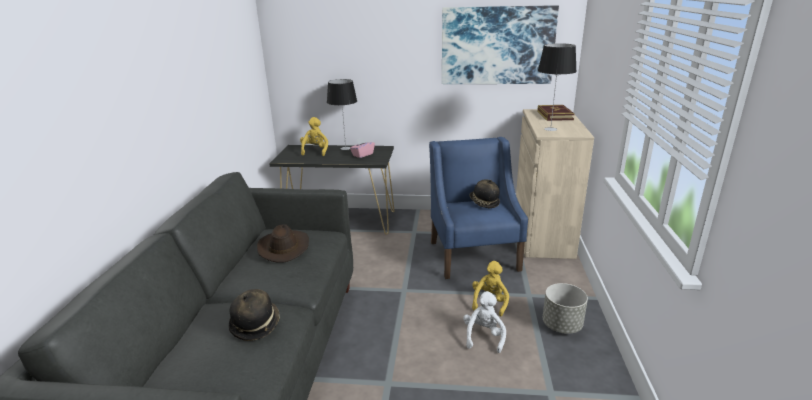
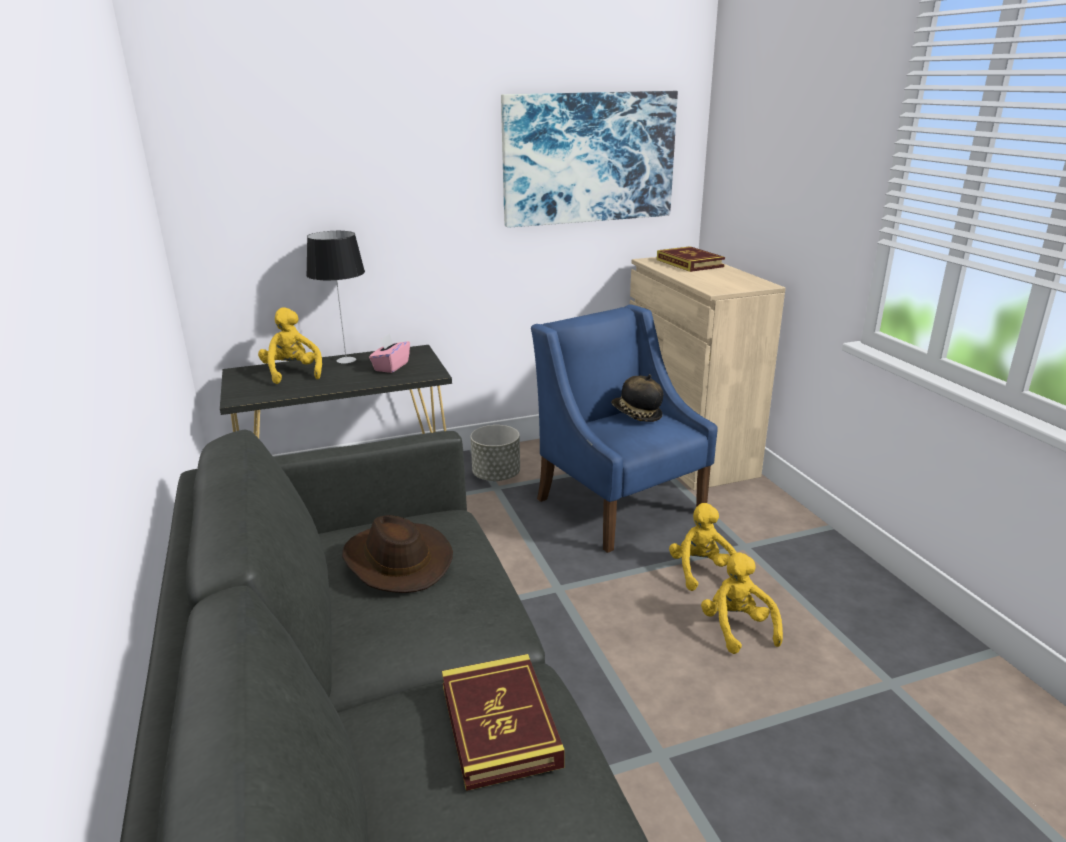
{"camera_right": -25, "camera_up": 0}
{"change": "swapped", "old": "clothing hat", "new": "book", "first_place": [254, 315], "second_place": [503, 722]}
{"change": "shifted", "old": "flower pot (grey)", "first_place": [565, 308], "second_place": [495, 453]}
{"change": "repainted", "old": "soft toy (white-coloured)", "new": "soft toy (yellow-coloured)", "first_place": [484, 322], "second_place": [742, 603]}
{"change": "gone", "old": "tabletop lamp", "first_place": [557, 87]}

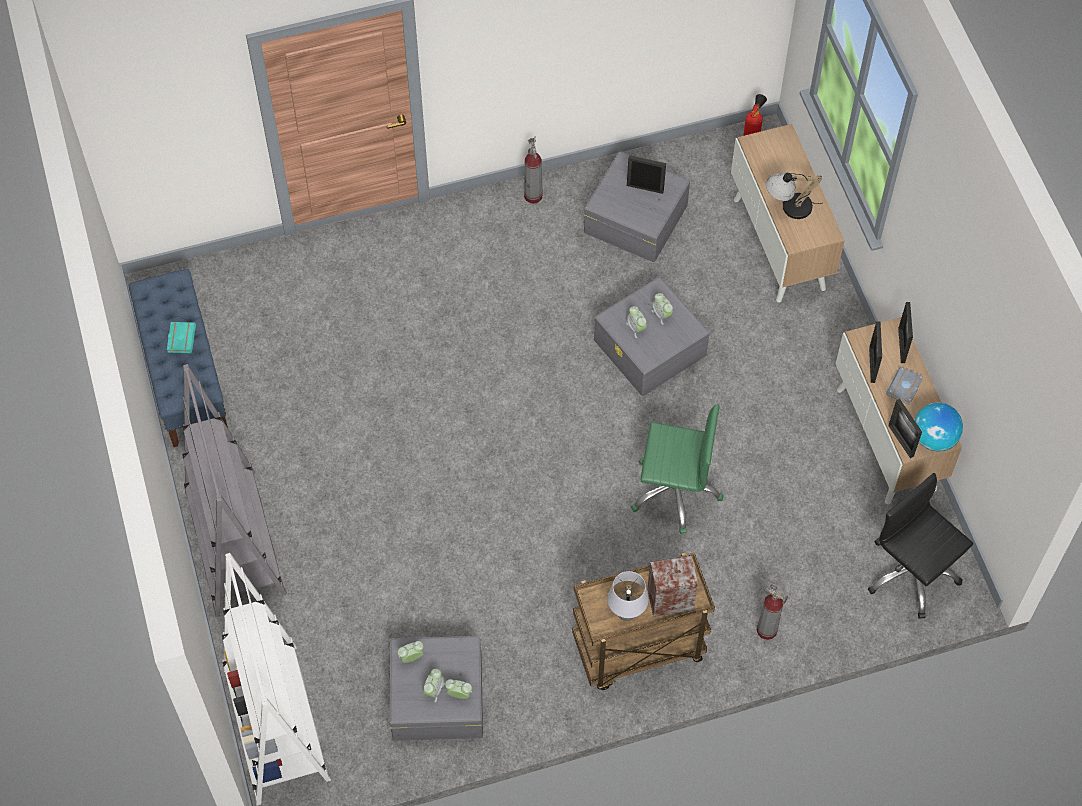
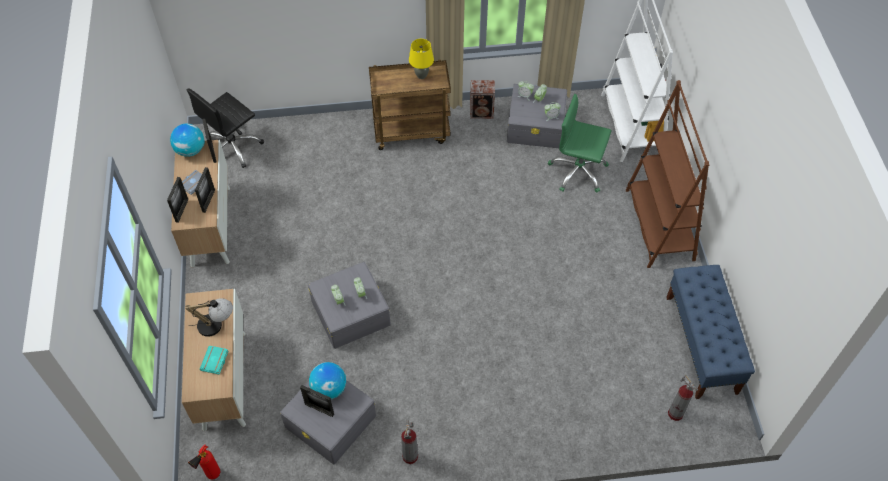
{"camera_right": -170, "camera_up": -5}
{"change": "rotated", "old": "desk chair (black)", "first_place": [920, 546], "second_place": [225, 128], "degrees": 75}
{"change": "shifted", "old": "book (blue-green)", "first_place": [181, 337], "second_place": [214, 360]}
{"change": "new", "new": "globe", "second_place": [327, 380]}
{"change": "repainted", "old": "tabletop lamp (grey)", "new": "tabletop lamp (yellow-coloured)", "first_place": [628, 596], "second_place": [421, 59]}
{"change": "shifted", "old": "speaker", "first_place": [672, 586], "second_place": [482, 99]}
{"change": "shifted", "old": "desk chair (green)", "first_place": [677, 469], "second_place": [580, 143]}
{"change": "repainted", "old": "bookshelf (grey)", "new": "bookshelf (brownish)", "first_place": [234, 490], "second_place": [667, 174]}
{"change": "shifted", "old": "fire-fighting cylinder", "first_place": [772, 612], "second_place": [683, 397]}

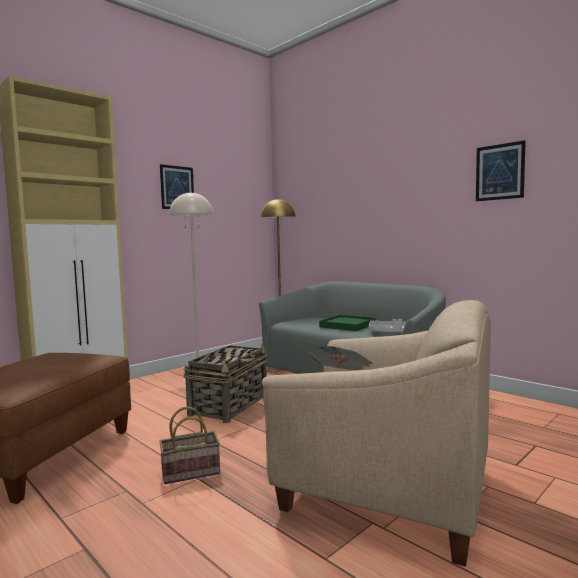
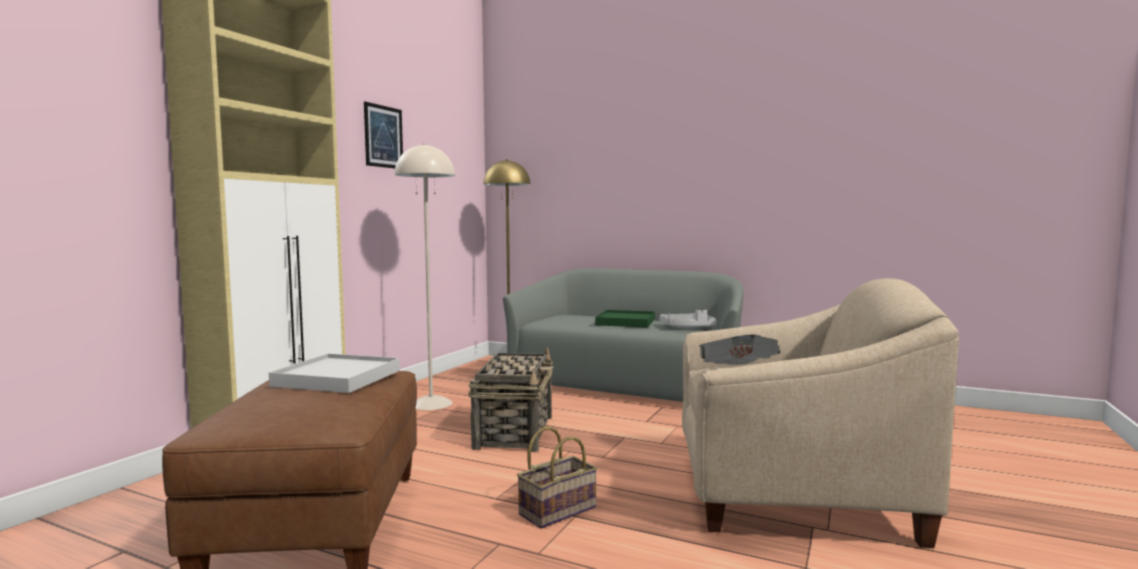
{"camera_right": -20, "camera_up": 0}
{"change": "new", "new": "tray (white-coloured)", "second_place": [334, 373]}
{"change": "gone", "old": "picture", "first_place": [501, 170]}

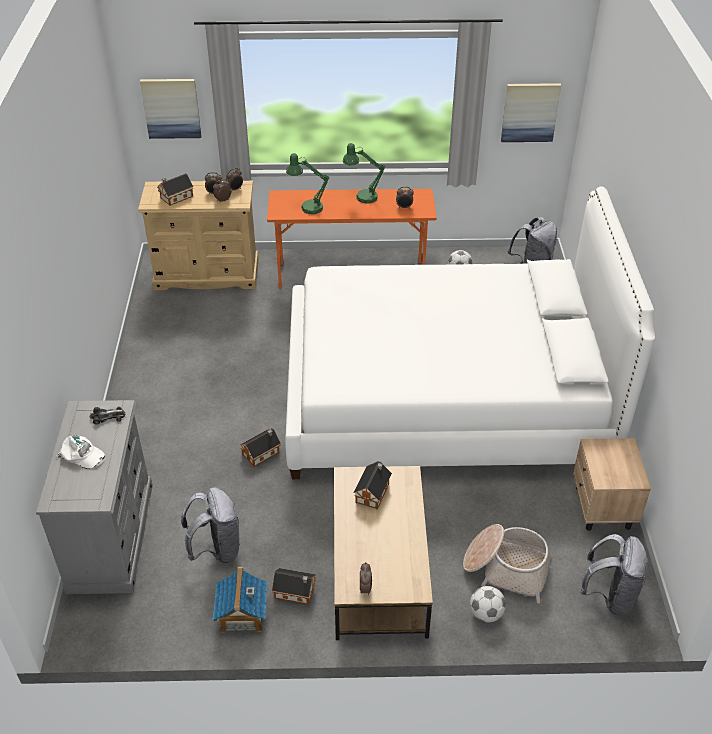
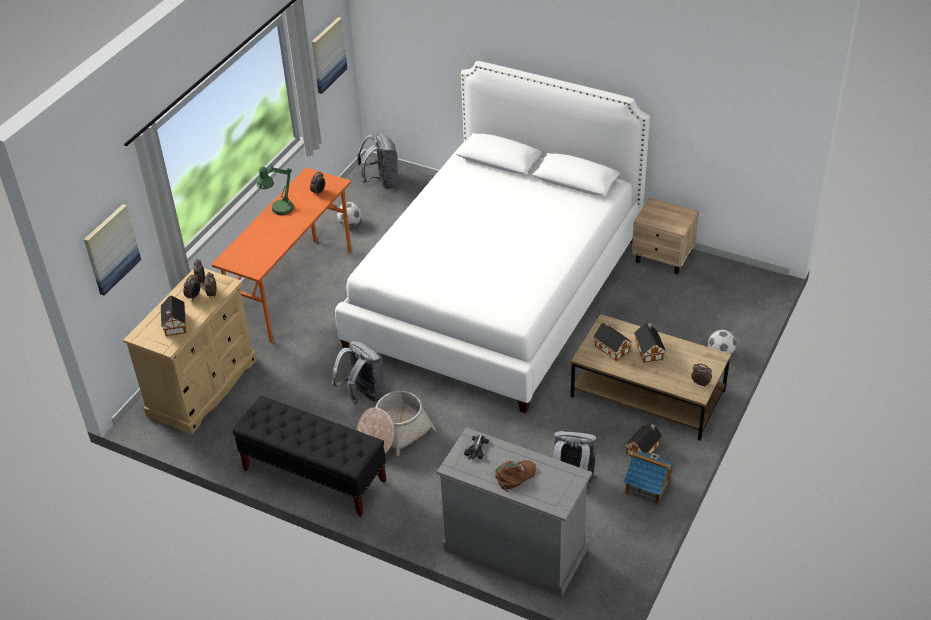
{"camera_right": -60, "camera_up": 0}
{"change": "new", "new": "bench (black)", "second_place": [309, 456]}
{"change": "shifted", "old": "rucksack (grey)", "first_place": [614, 574], "second_place": [358, 373]}
{"change": "shifted", "old": "household basket", "first_place": [507, 563], "second_place": [396, 423]}
{"change": "repainted", "old": "baseball cap (white-coloured)", "new": "baseball cap (brownish)", "first_place": [81, 452], "second_place": [515, 476]}
{"change": "shifted", "old": "model house", "first_place": [260, 447], "second_place": [650, 343]}
{"change": "gone", "old": "tabletop lamp (green)", "first_place": [307, 183]}

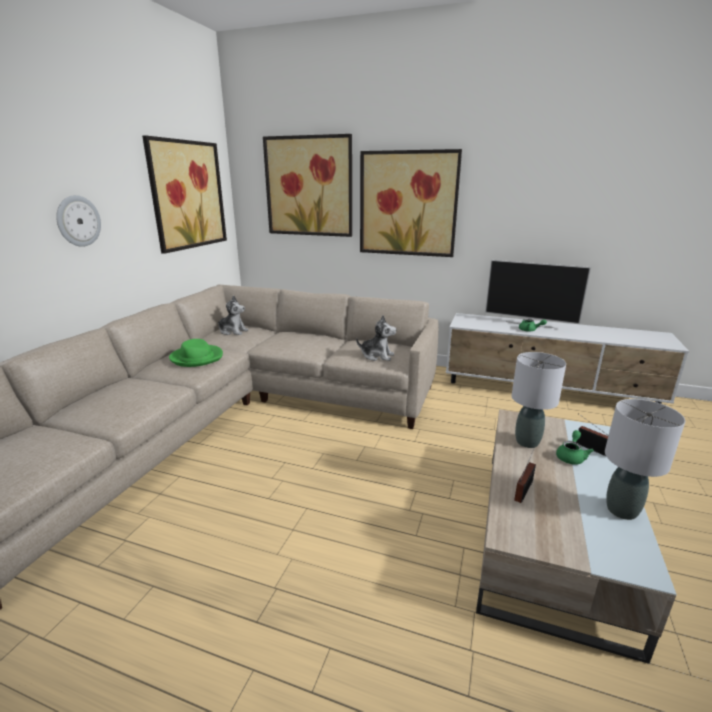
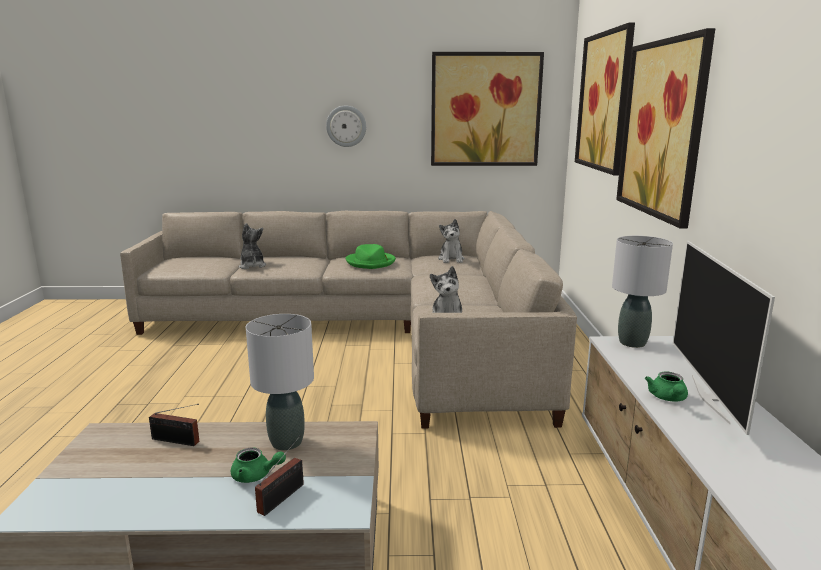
{"camera_right": 70, "camera_up": -5}
{"change": "new", "new": "soft toy", "second_place": [252, 246]}
{"change": "shifted", "old": "tabletop lamp (grey)", "first_place": [645, 459], "second_place": [642, 292]}

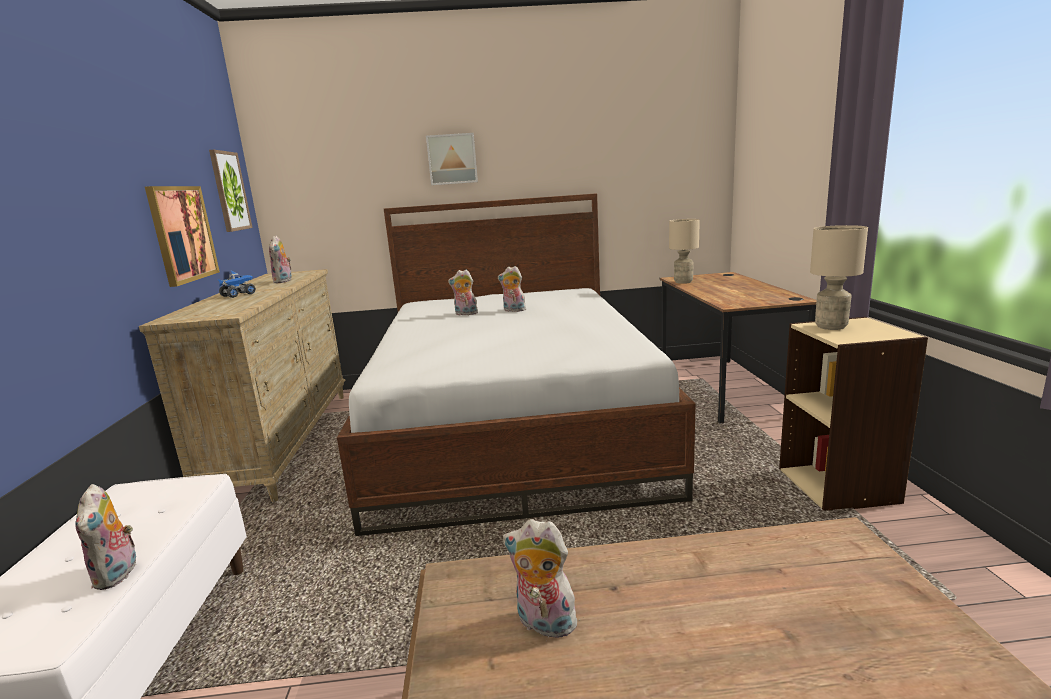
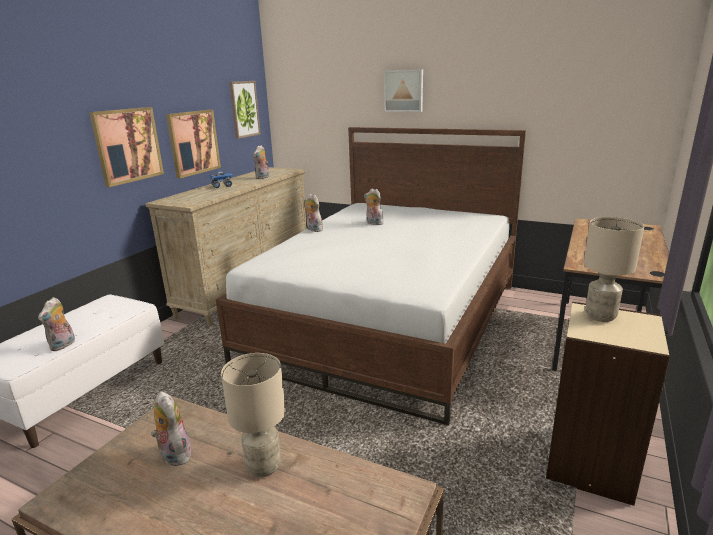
{"camera_right": 30, "camera_up": 5}
{"change": "new", "new": "picture", "second_place": [126, 147]}
{"change": "shifted", "old": "tabletop lamp (beige)", "first_place": [684, 251], "second_place": [253, 415]}
{"change": "shifted", "old": "soft toy", "first_place": [512, 289], "second_place": [314, 213]}

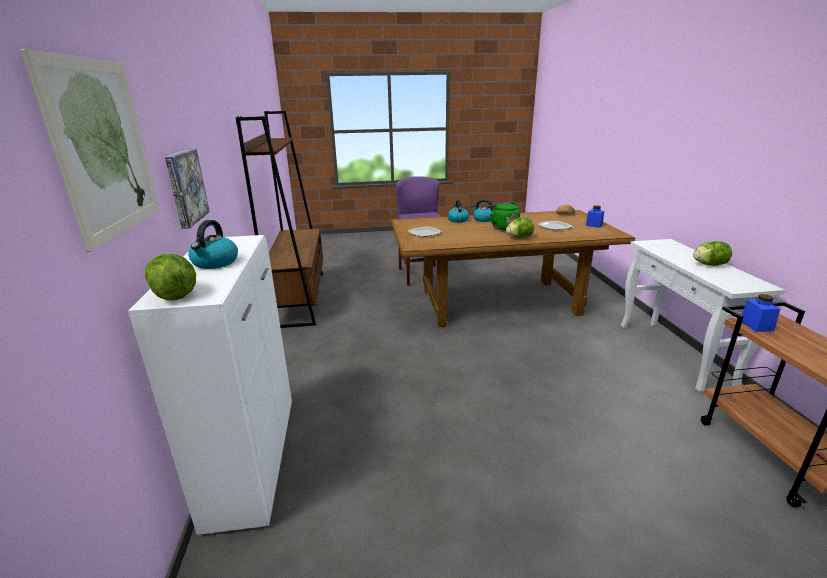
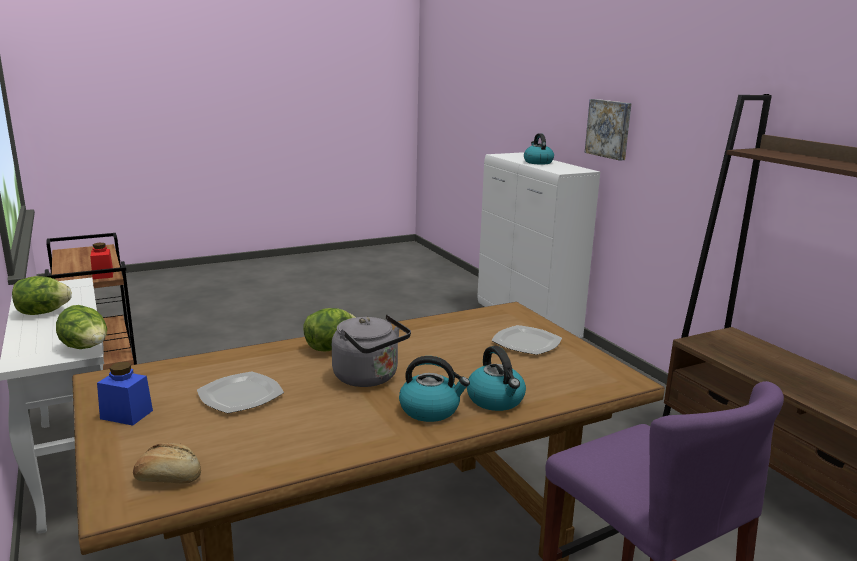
{"camera_right": 160, "camera_up": -5}
{"change": "shifted", "old": "head of lettuce", "first_place": [170, 277], "second_place": [81, 327]}
{"change": "repainted", "old": "jar (blue)", "new": "jar (red-coloured)", "first_place": [761, 313], "second_place": [101, 261]}
{"change": "repainted", "old": "water kettle (green)", "new": "water kettle (grey)", "first_place": [504, 216], "second_place": [371, 350]}
{"change": "gone", "old": "picture", "first_place": [89, 150]}

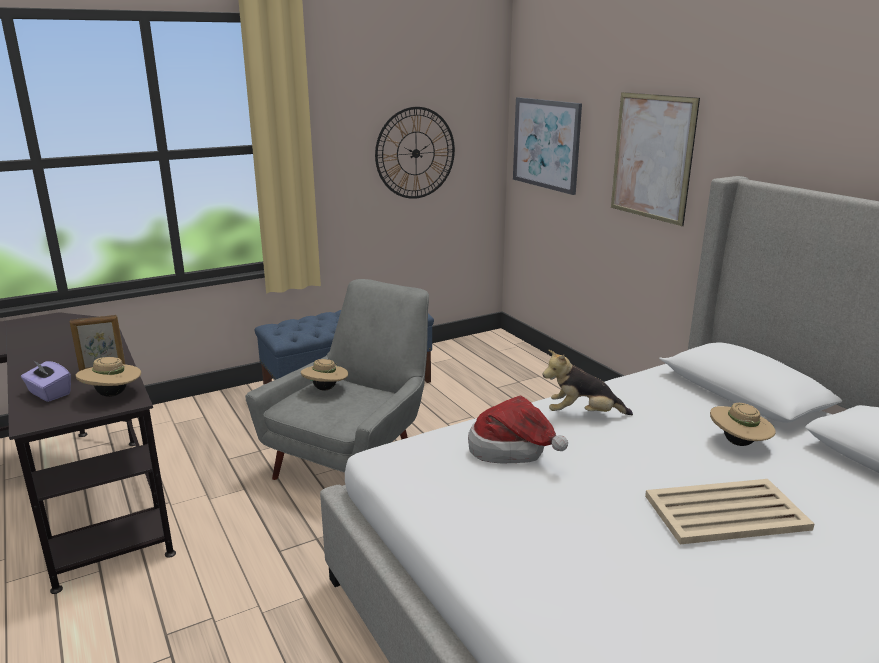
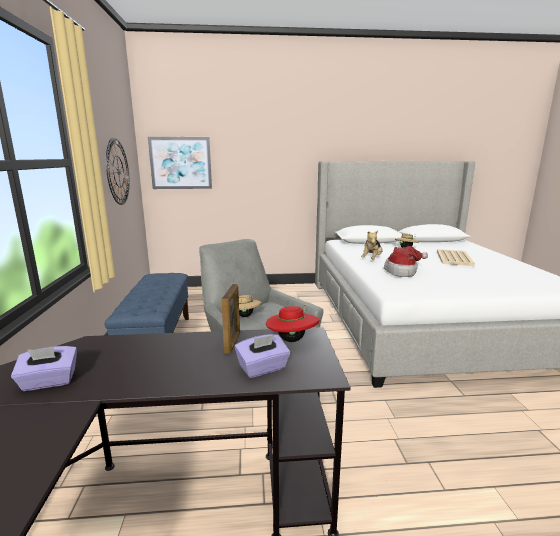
{"camera_right": -65, "camera_up": -5}
{"change": "new", "new": "tissue holder (purple-coloured)", "second_place": [44, 368]}
{"change": "repainted", "old": "clothing hat (beige)", "new": "clothing hat (red-coloured)", "first_place": [108, 377], "second_place": [292, 323]}
{"change": "gone", "old": "picture", "first_place": [655, 159]}

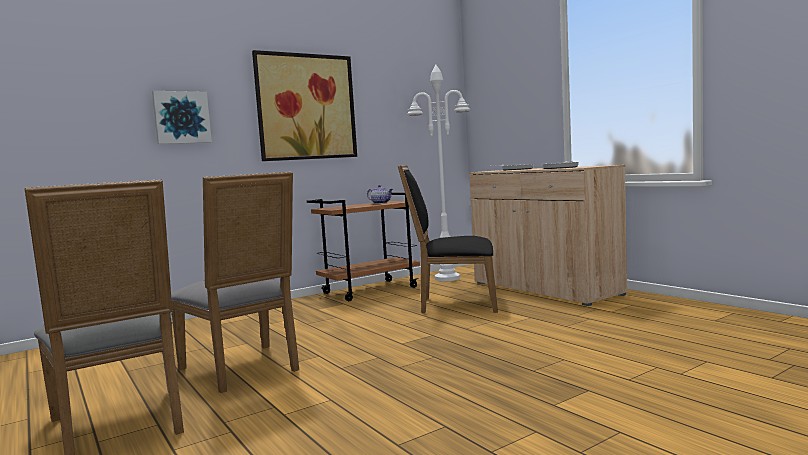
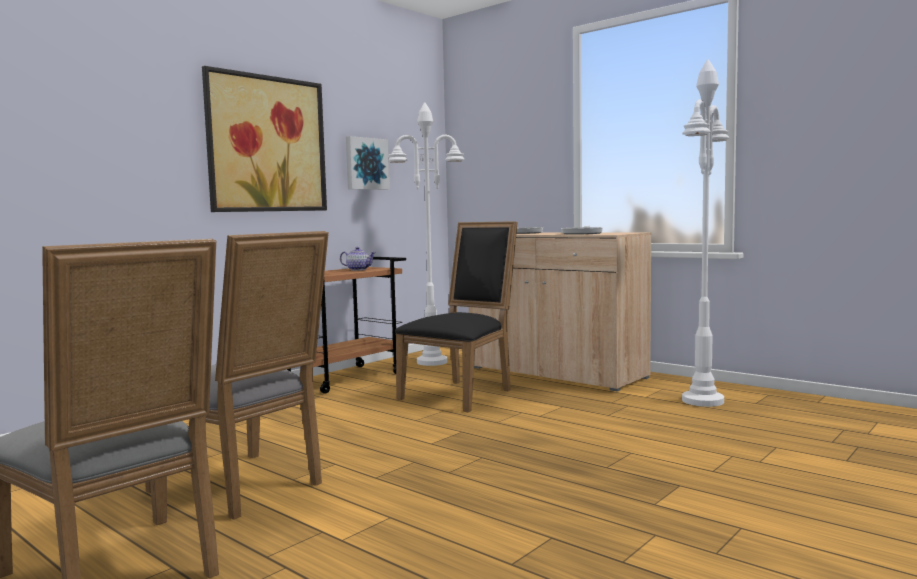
{"camera_right": -15, "camera_up": 0}
{"change": "shifted", "old": "picture", "first_place": [182, 117], "second_place": [368, 163]}
{"change": "rotated", "old": "plain chair (black)", "first_place": [448, 239], "second_place": [456, 316], "degrees": 135}
{"change": "new", "new": "standard lamp (white-coloured)", "second_place": [706, 233]}

